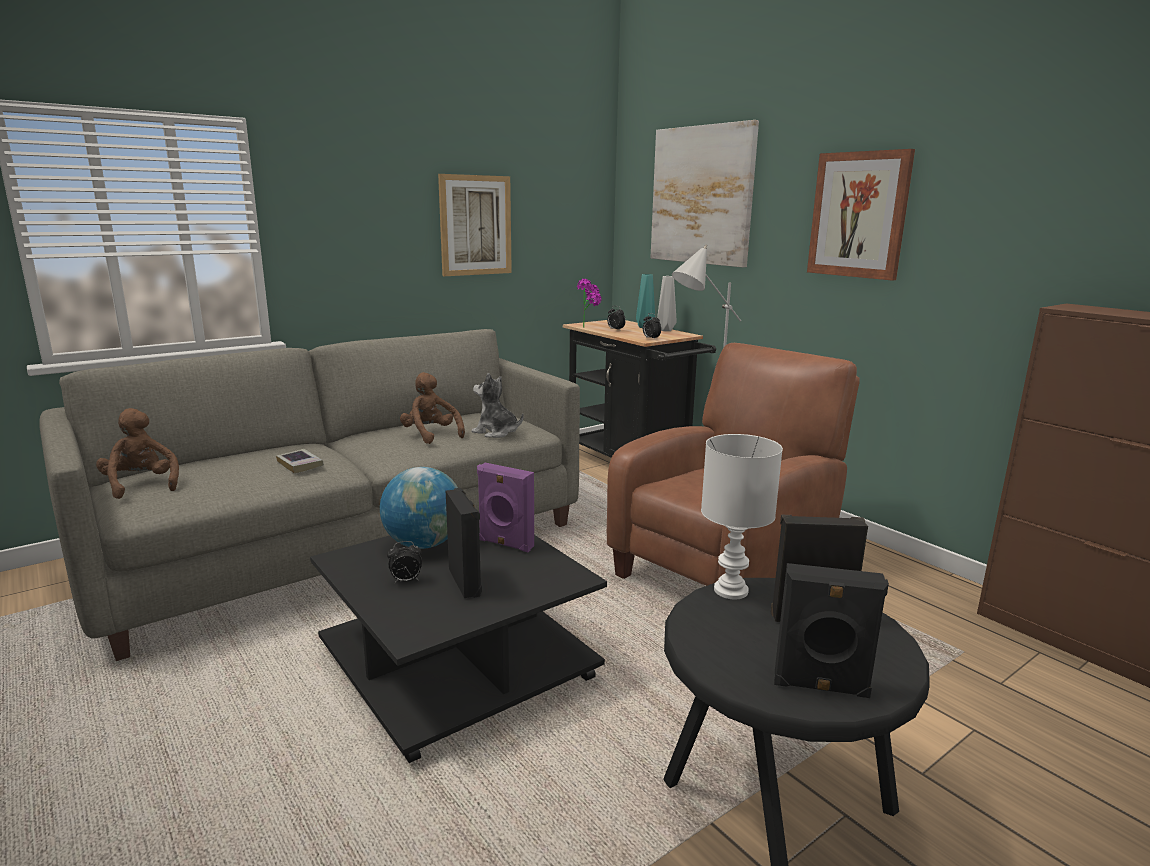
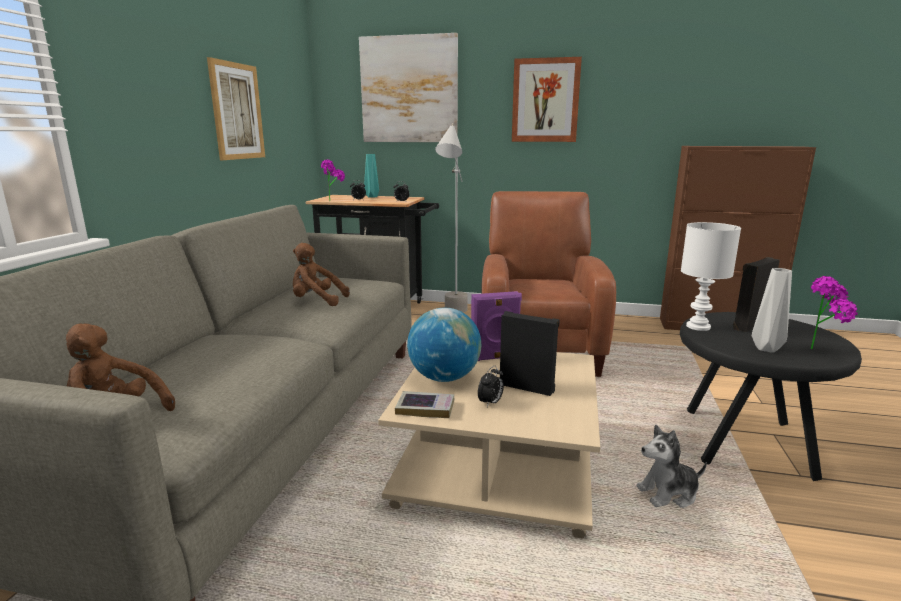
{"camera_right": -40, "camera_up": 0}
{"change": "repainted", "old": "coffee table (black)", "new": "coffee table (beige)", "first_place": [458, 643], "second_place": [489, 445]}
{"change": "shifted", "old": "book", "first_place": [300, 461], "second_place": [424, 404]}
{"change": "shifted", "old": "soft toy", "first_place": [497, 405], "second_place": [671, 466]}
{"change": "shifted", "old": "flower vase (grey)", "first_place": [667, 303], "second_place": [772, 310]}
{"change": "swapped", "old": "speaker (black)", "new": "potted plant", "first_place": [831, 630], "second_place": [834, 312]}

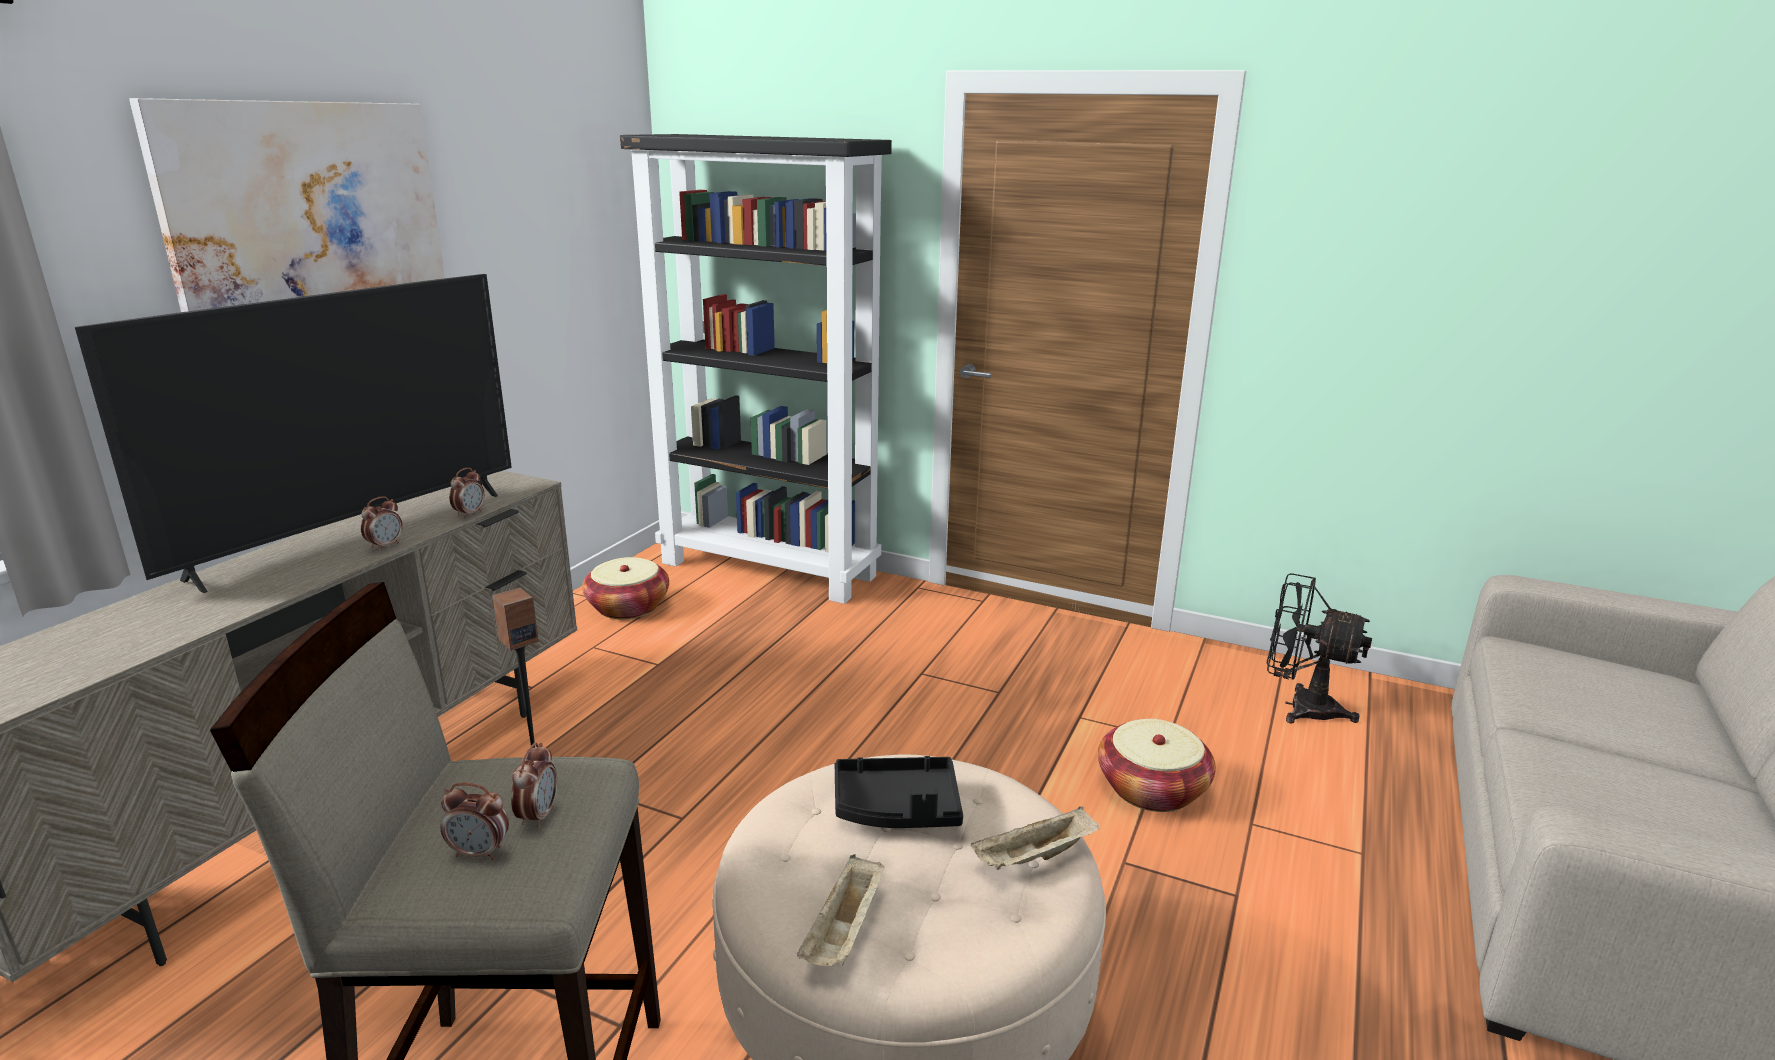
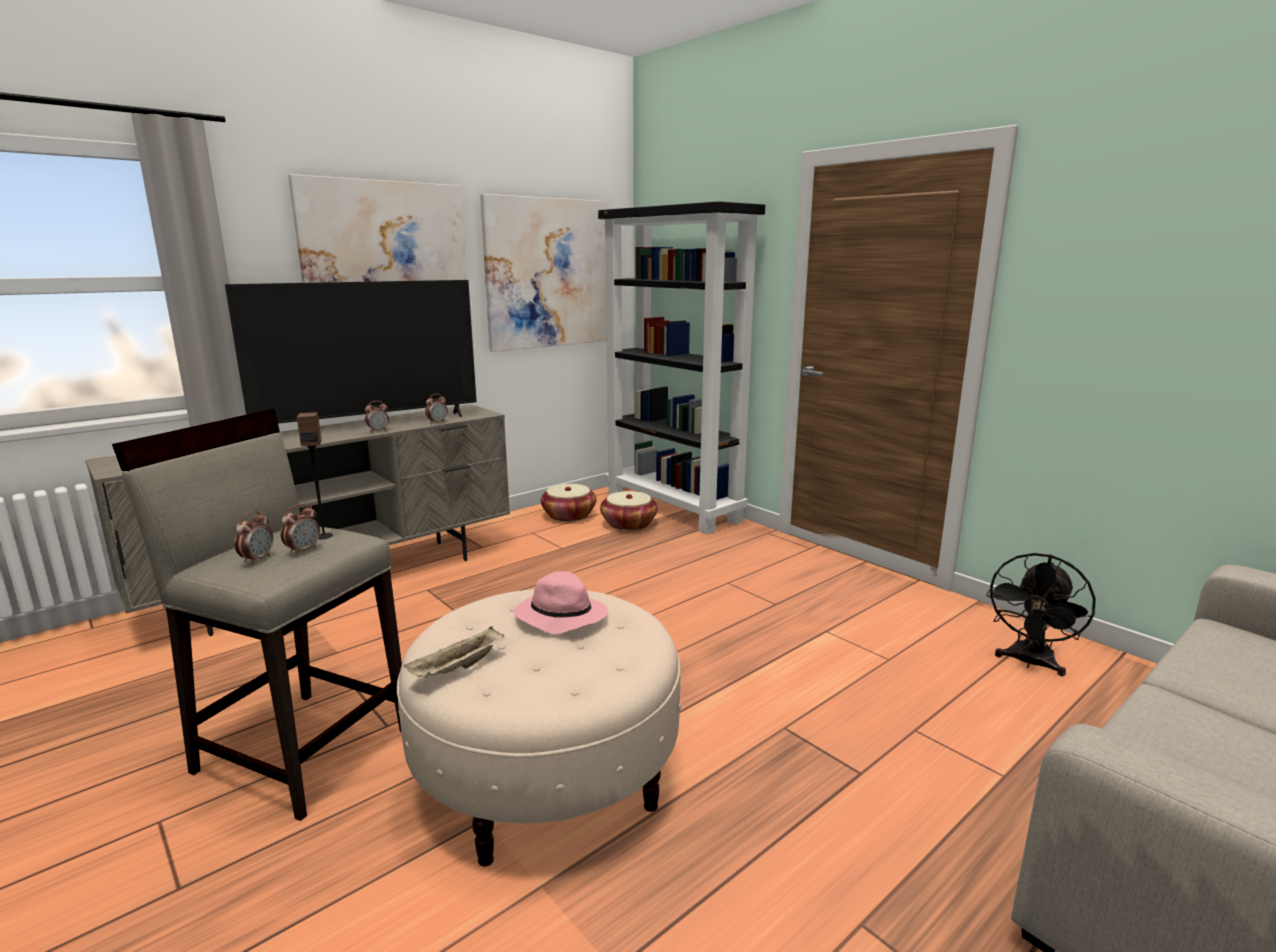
{"camera_right": 25, "camera_up": -5}
{"change": "rotated", "old": "table clock", "first_place": [474, 822], "second_place": [253, 538], "degrees": -105}
{"change": "new", "new": "picture", "second_place": [543, 273]}
{"change": "swapped", "old": "tray (black)", "new": "clothing hat (pinkish)", "first_place": [899, 792], "second_place": [561, 602]}
{"change": "shifted", "old": "household basket", "first_place": [1157, 765], "second_place": [629, 511]}
{"change": "rotated", "old": "fan (black)", "first_place": [1319, 648], "second_place": [1041, 614], "degrees": -105}
{"change": "gone", "old": "tray (beige)", "first_place": [1035, 838]}

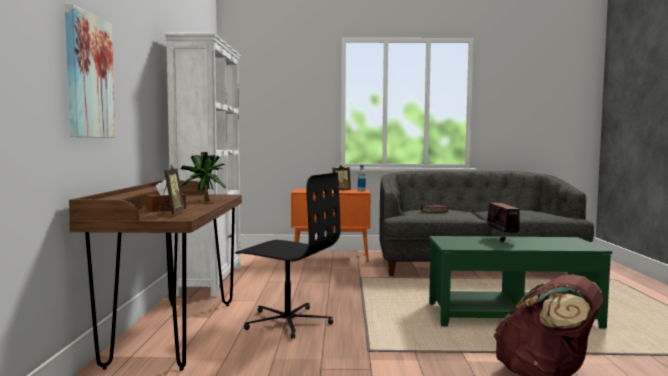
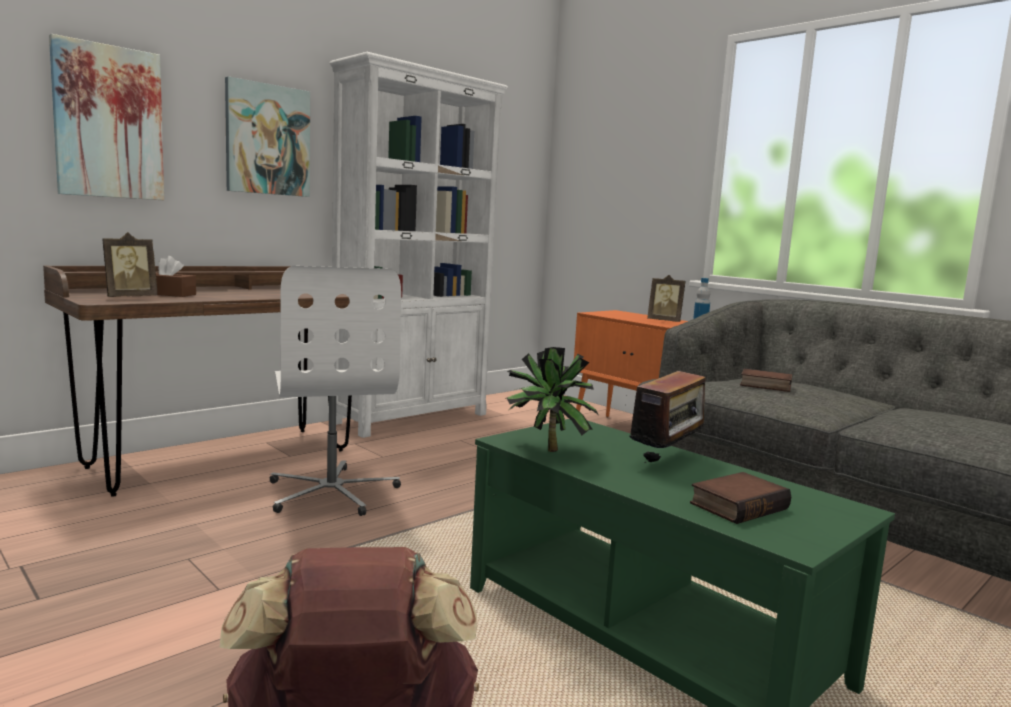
{"camera_right": 45, "camera_up": 5}
{"change": "new", "new": "picture", "second_place": [267, 136]}
{"change": "repainted", "old": "desk chair (black)", "new": "desk chair (white-coloured)", "first_place": [288, 255], "second_place": [335, 391]}
{"change": "shifted", "old": "potted plant", "first_place": [203, 176], "second_place": [551, 399]}
{"change": "new", "new": "book", "second_place": [740, 498]}

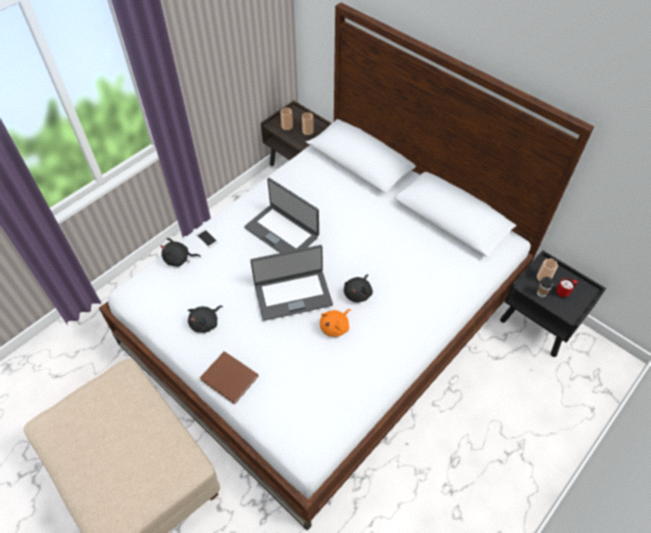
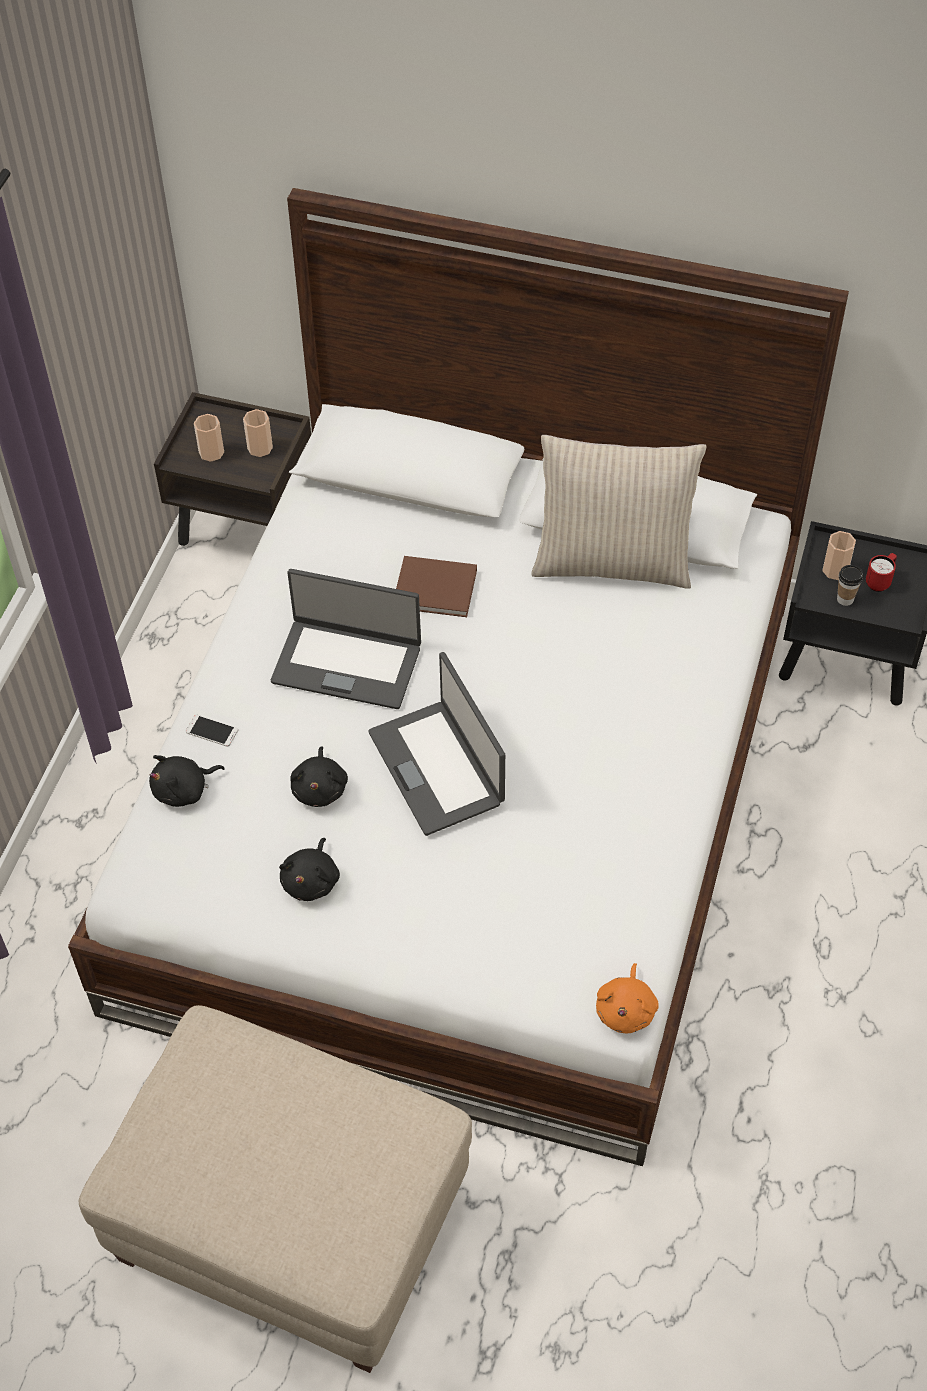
{"camera_right": -25, "camera_up": 0}
{"change": "shifted", "old": "soft toy (black)", "first_place": [358, 288], "second_place": [319, 776]}
{"change": "rotated", "old": "portable computer", "first_place": [291, 283], "second_place": [436, 744], "degrees": 105}
{"change": "shifted", "old": "book (brownish)", "first_place": [229, 378], "second_place": [436, 586]}
{"change": "new", "new": "throw pillow (beige)", "second_place": [619, 512]}
{"change": "shifted", "old": "soft toy (orange-coloured)", "first_place": [335, 323], "second_place": [627, 998]}

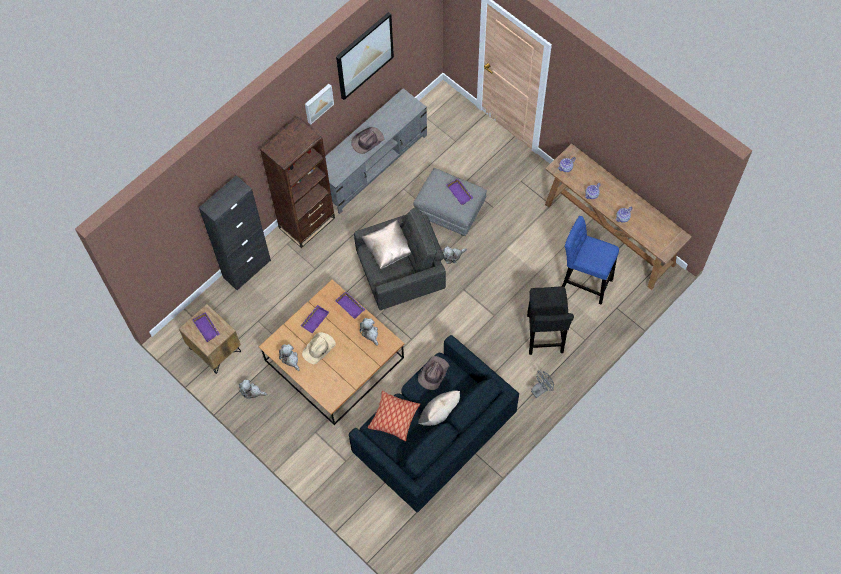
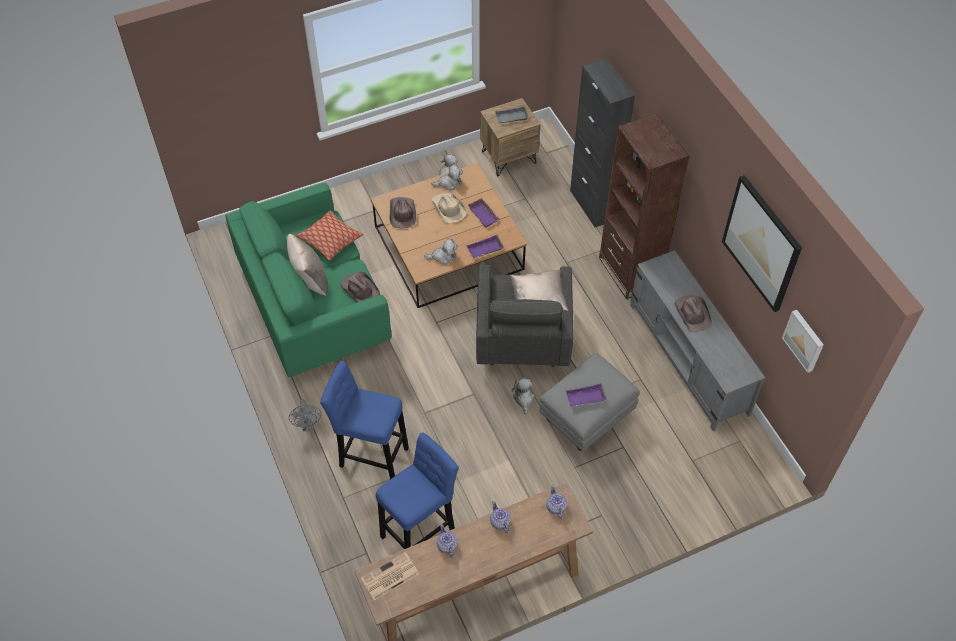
{"camera_right": 110, "camera_up": -10}
{"change": "repainted", "old": "sofa (blue)", "new": "sofa (green)", "first_place": [434, 424], "second_place": [308, 280]}
{"change": "repainted", "old": "stool seat (black)", "new": "stool seat (blue)", "first_place": [550, 321], "second_place": [364, 420]}
{"change": "new", "new": "printed paper", "second_place": [390, 576]}
{"change": "new", "new": "clothing hat (brownish)", "second_place": [402, 212]}
{"change": "repainted", "old": "tray (purple-coloured)", "new": "tray (grey)", "first_place": [206, 327], "second_place": [512, 114]}
{"change": "shifted", "old": "picture", "first_place": [319, 104], "second_place": [803, 341]}

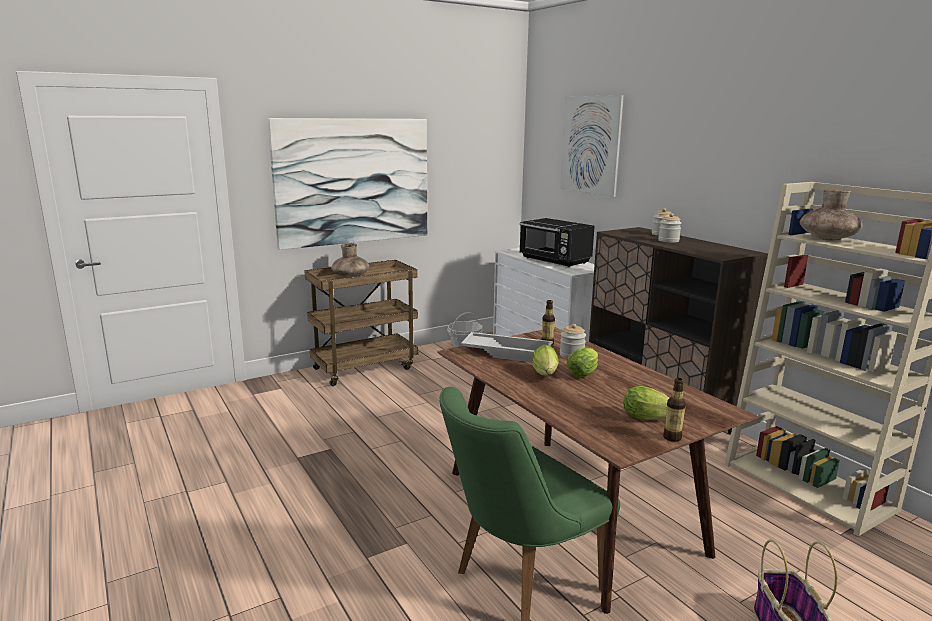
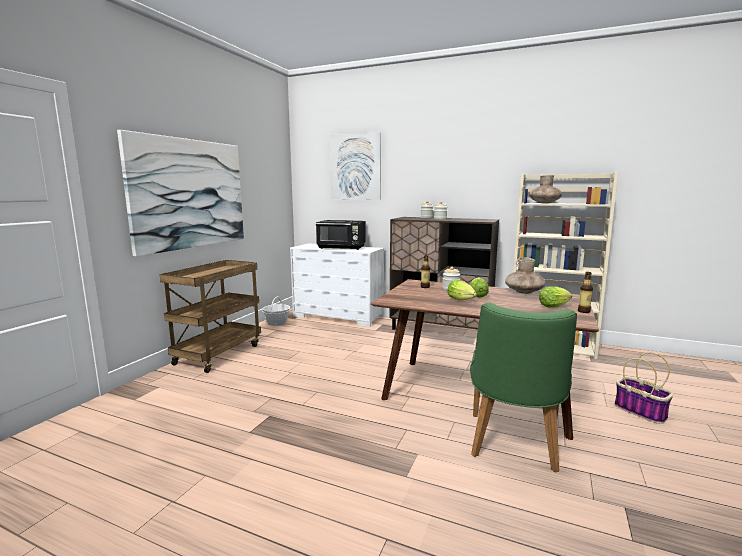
{"camera_right": -35, "camera_up": -5}
{"change": "shifted", "old": "flower vase (brownish)", "first_place": [350, 260], "second_place": [525, 275]}
{"change": "gone", "old": "tray (white-coloured)", "first_place": [507, 347]}

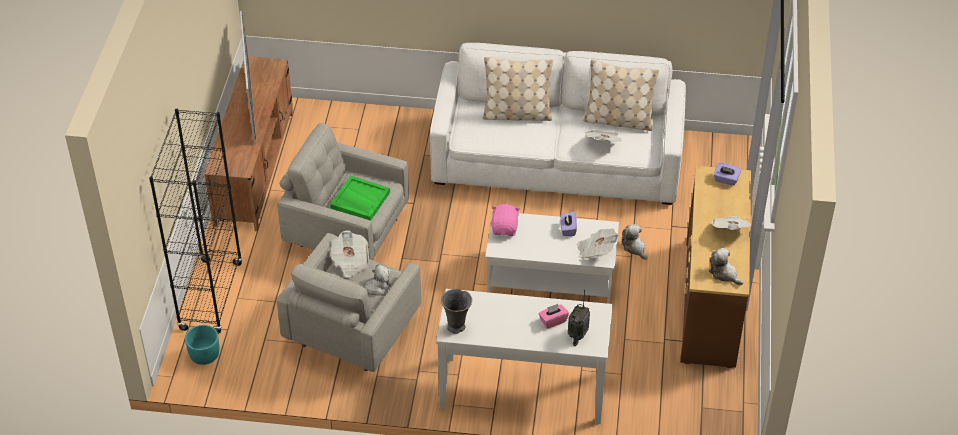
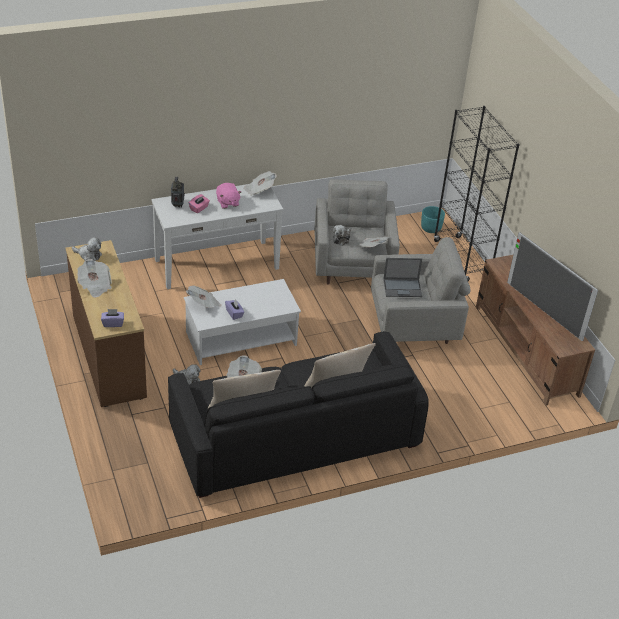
{"camera_right": 150, "camera_up": -5}
{"change": "repainted", "old": "sofa (white-coloured)", "new": "sofa (black)", "first_place": [558, 124], "second_place": [298, 414]}
{"change": "shifted", "old": "soft toy (pinkish)", "first_place": [505, 220], "second_place": [228, 196]}
{"change": "swapped", "old": "flower vase (grey)", "new": "printed paper", "first_place": [456, 311], "second_place": [260, 183]}
{"change": "swapped", "old": "tray (green)", "new": "portable computer", "first_place": [360, 198], "second_place": [402, 277]}

